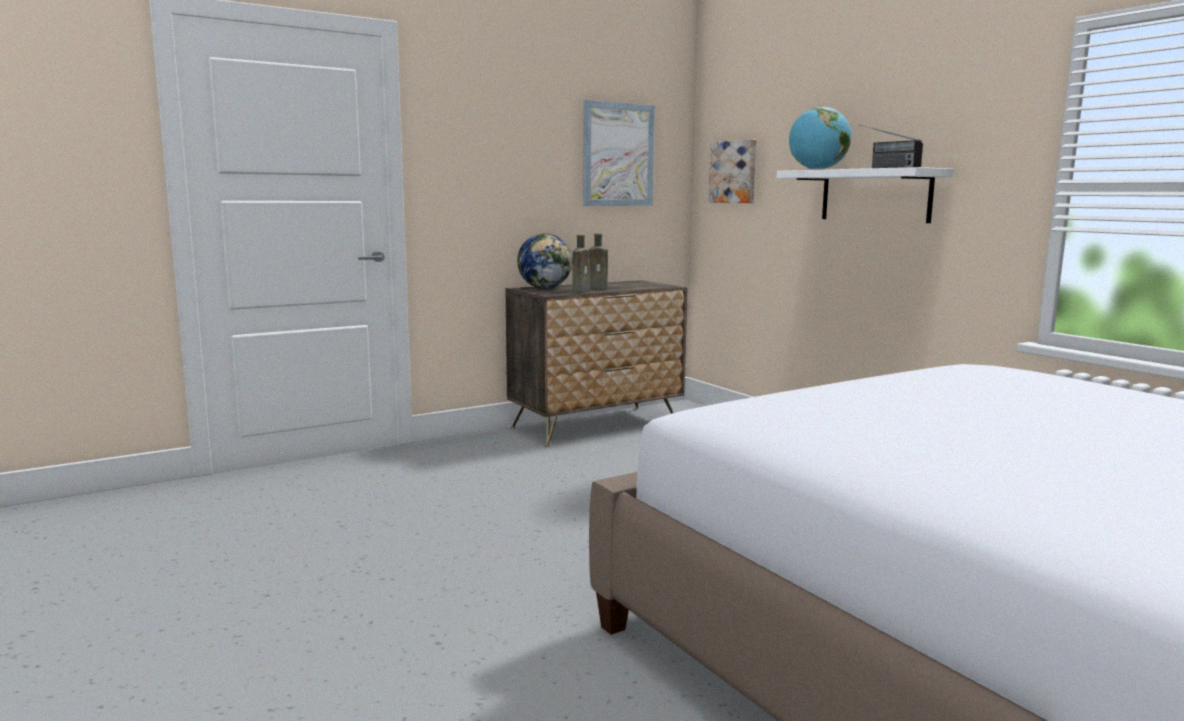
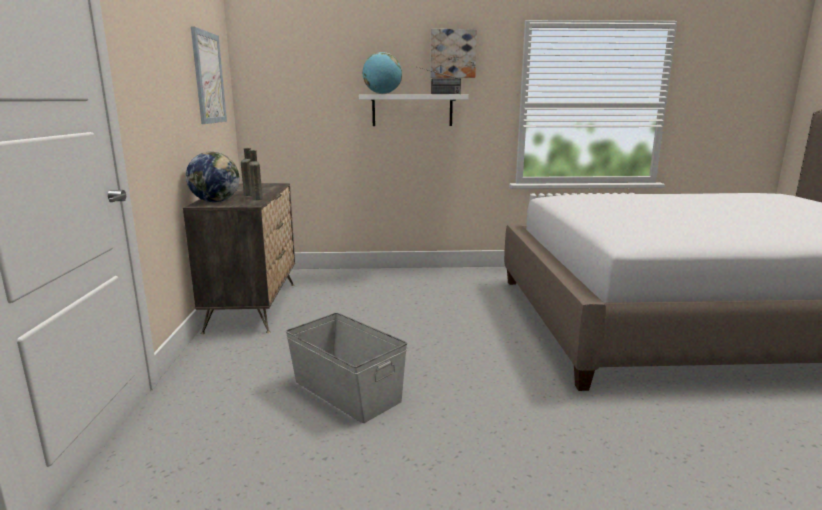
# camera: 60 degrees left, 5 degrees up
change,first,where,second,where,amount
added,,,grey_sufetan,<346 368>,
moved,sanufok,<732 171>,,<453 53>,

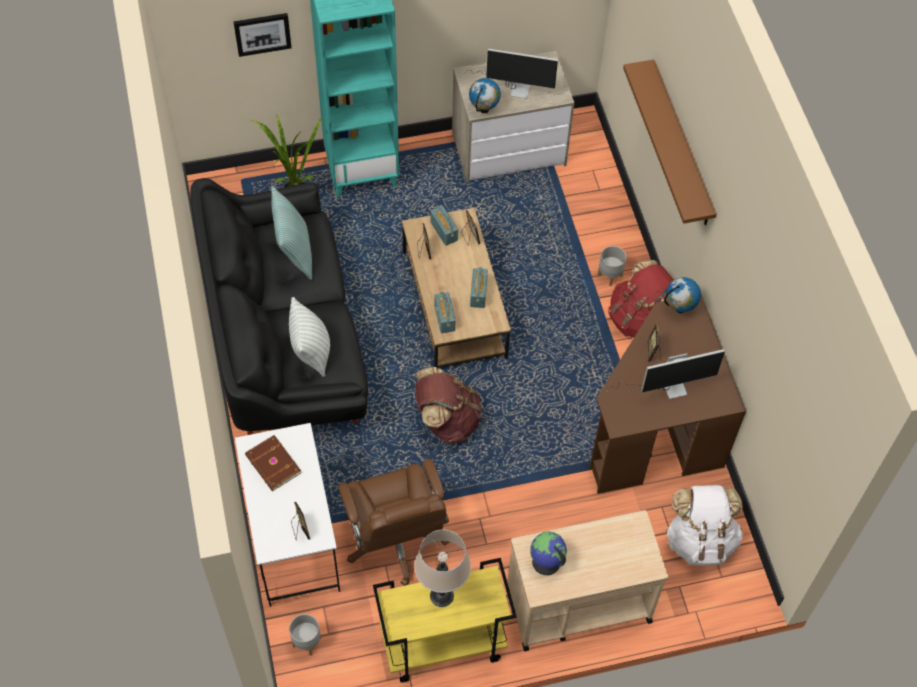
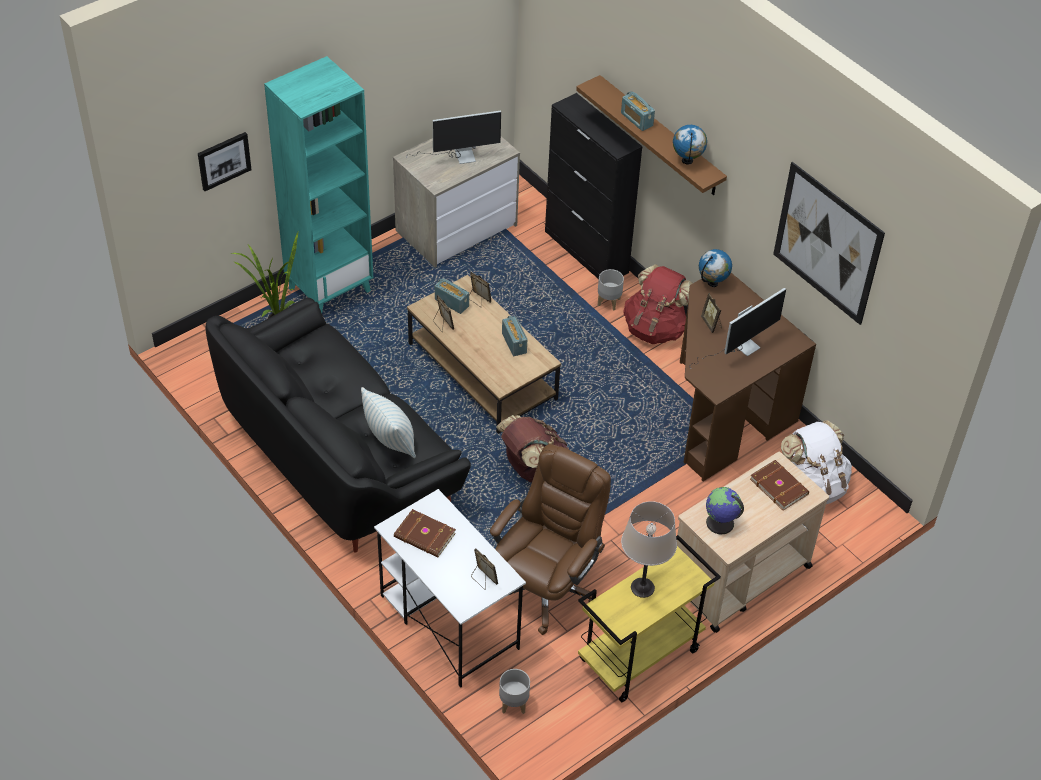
# camera: 25 degrees left, 10 degrees down
change,first,where,second,where,amount
removed,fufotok,<291 233>,,,
added,,,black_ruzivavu,<593 186>,
added,,,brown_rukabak,<779 485>,
added,,,sanufok,<829 243>,
moved,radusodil,<445 312>,,<638 111>,
moved,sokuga,<485 95>,,<690 144>,
turned,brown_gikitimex,<394 522>,,<550 539>,105 degrees counterclockwise

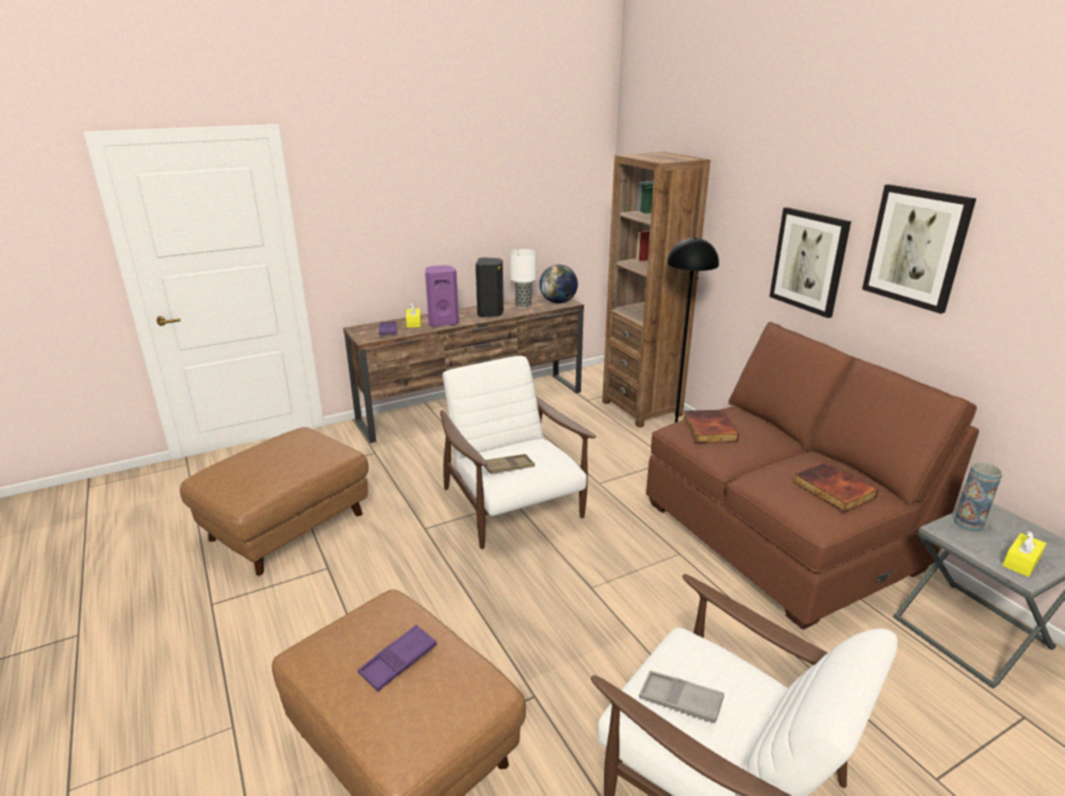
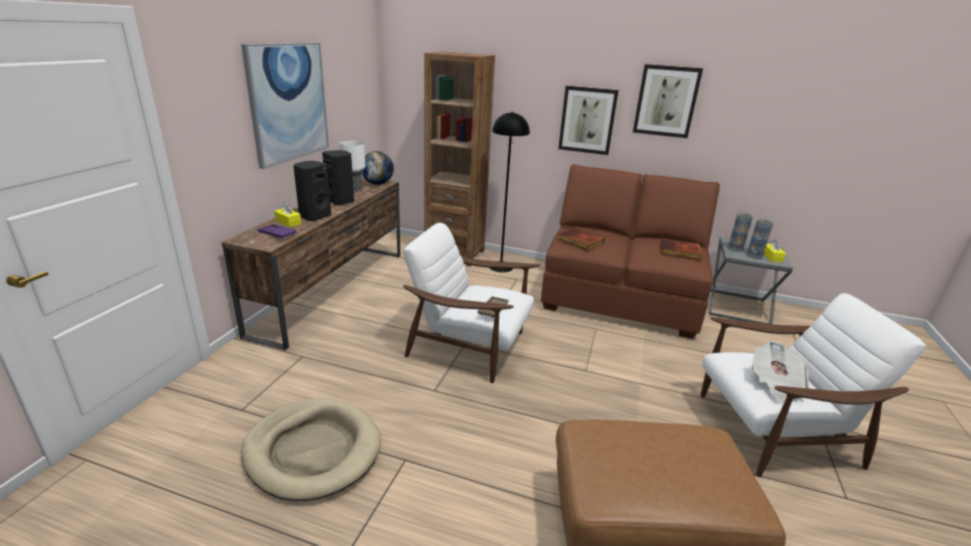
# camera: 45 degrees left, 0 degrees up
change,first,where,second,where,amount
removed,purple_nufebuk,<397 658>,,,
added,,,sanufok,<285 106>,
added,,,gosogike,<760 239>,
replaced,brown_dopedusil,<274 501>,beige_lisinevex,<311 449>,
replaced,grey_nufebuk,<681 696>,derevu,<780 371>,
recoloured,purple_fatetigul,<442 296>,black_fatetigul,<312 191>,

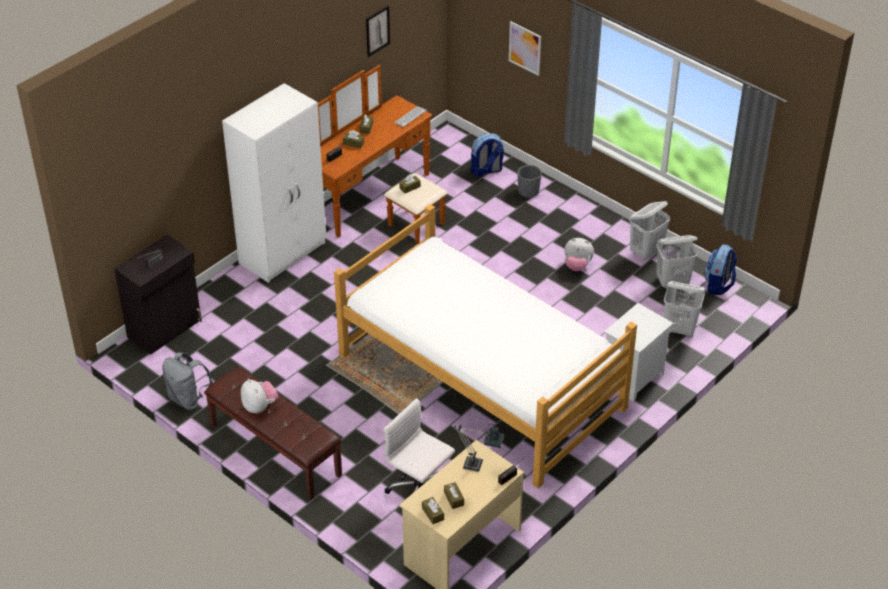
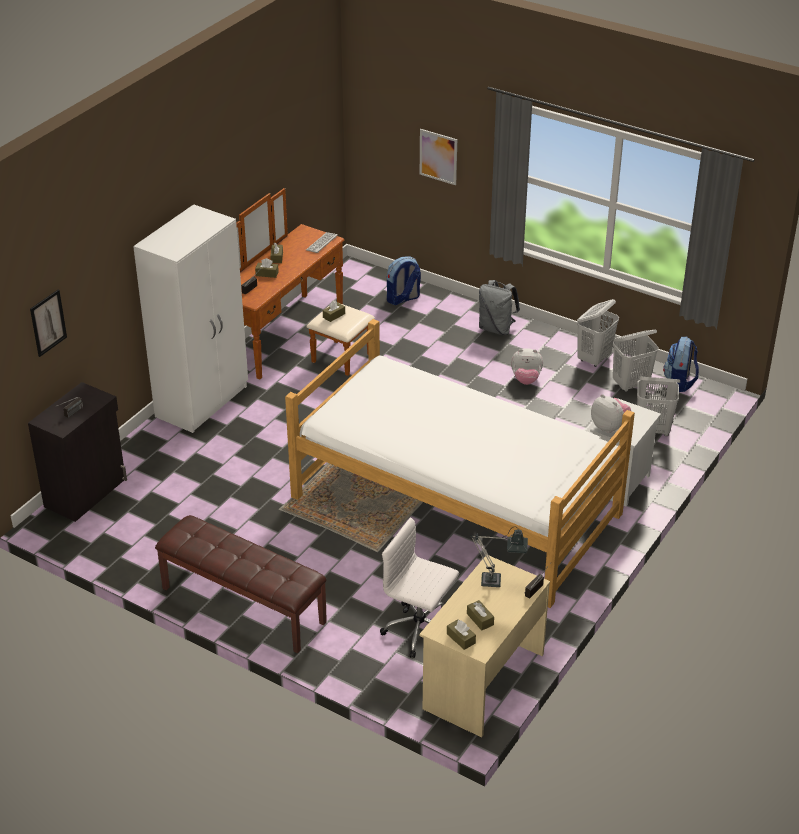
# camera: 10 degrees left, 5 degrees down
change,first,where,second,where,amount
removed,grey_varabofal,<530 181>,,,
moved,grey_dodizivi,<187 381>,,<499 307>,
moved,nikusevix,<259 396>,,<611 413>,
moved,sanufok,<378 31>,,<48 323>,

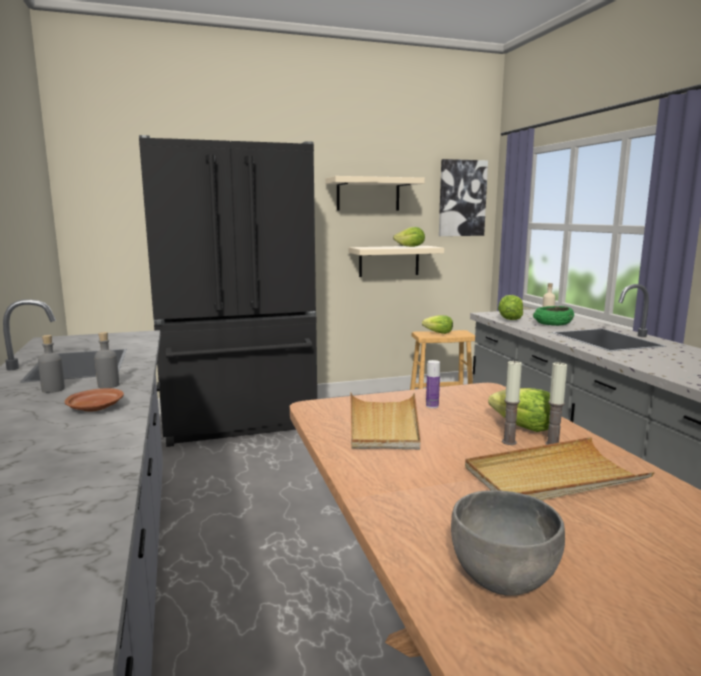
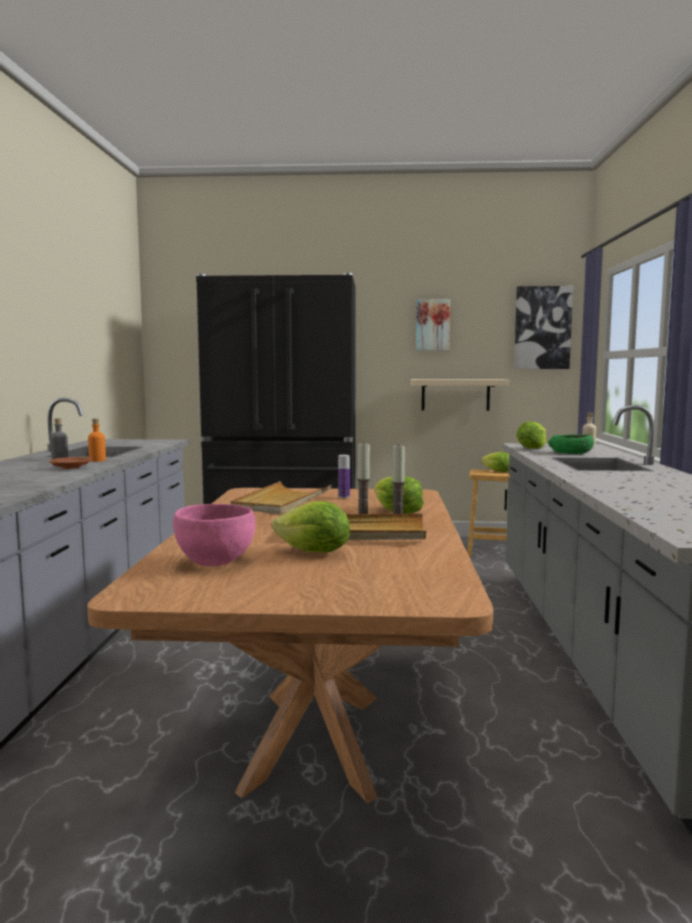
# camera: 20 degrees right, 5 degrees down
change,first,where,second,where,amount
moved,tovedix,<409 237>,,<311 527>,
replaced,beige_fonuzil,<375 193>,sanufok,<433 325>,
recoloured,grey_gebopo,<106 360>,orange_gebopo,<97 440>,
recoloured,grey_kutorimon,<508 543>,pink_kutorimon,<214 535>,

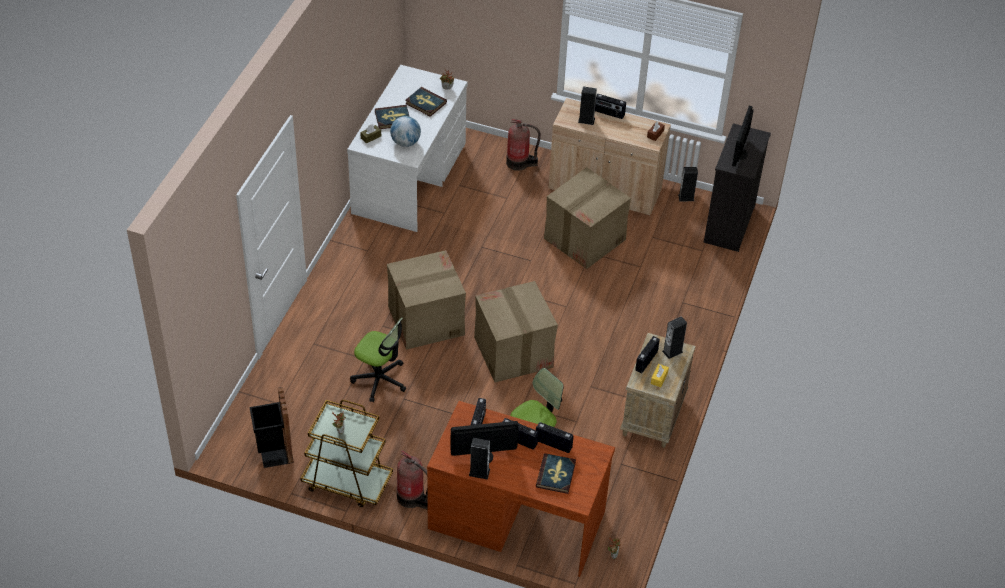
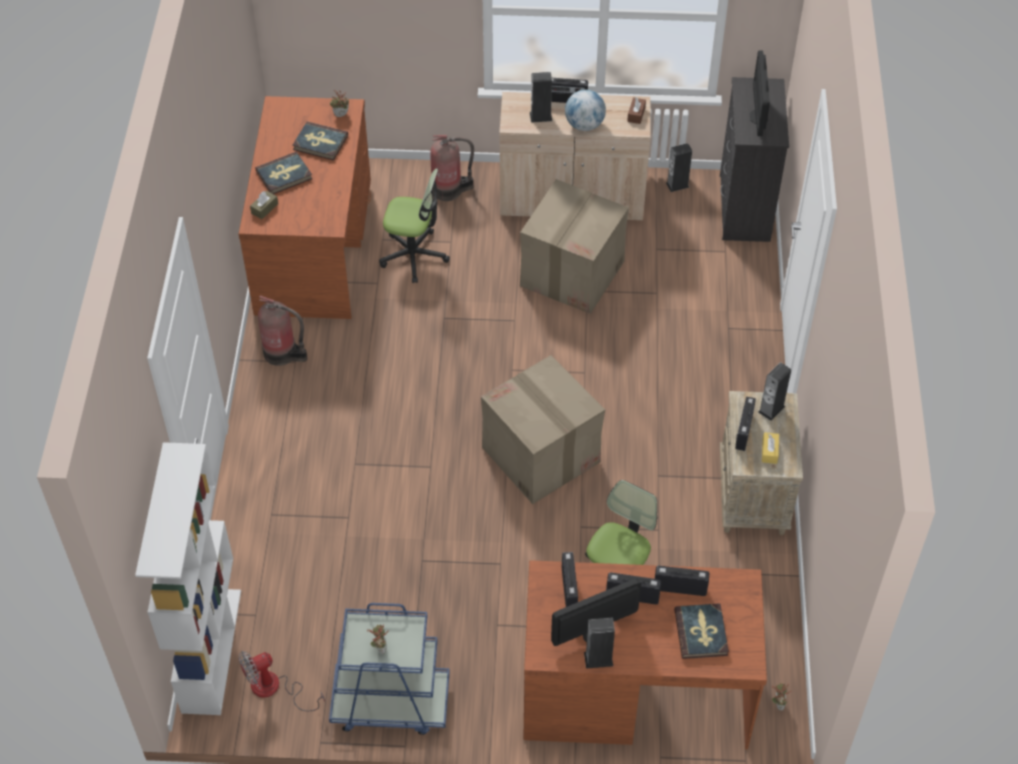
# camera: 15 degrees left, 5 degrees up
change,first,where,second,where,amount
removed,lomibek,<426 300>,,,
added,,,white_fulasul,<188 578>,
moved,gikitimex,<378 360>,,<414 226>,
moved,sokuga,<405 131>,,<585 110>,
moved,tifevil,<412 480>,,<282 330>,
replaced,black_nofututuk,<272 427>,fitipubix,<282 681>,
recoloured,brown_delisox,<346 453>,blue_delisox,<389 669>,
recoloured,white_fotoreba,<407 148>,brown_fotoreba,<305 207>,

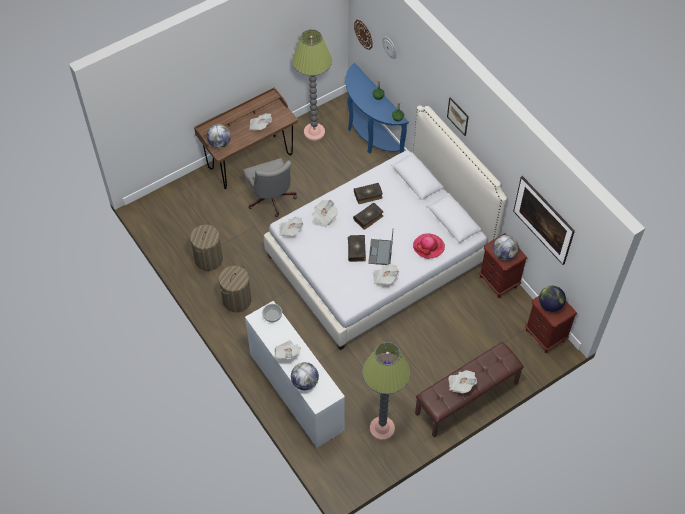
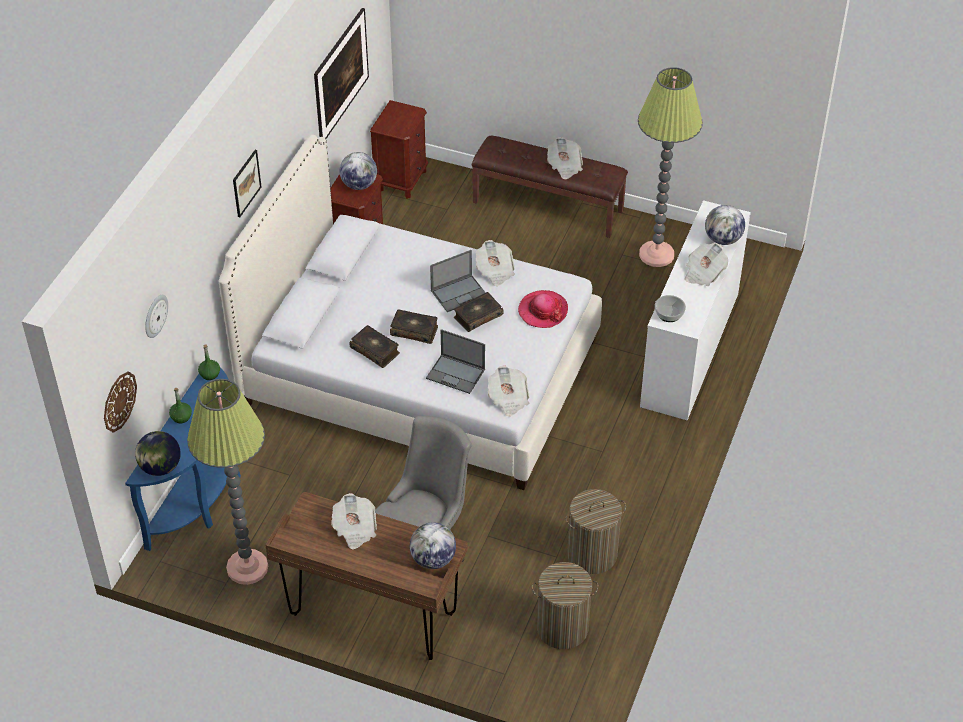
# camera: 125 degrees left, 10 degrees down
change,first,where,second,where,amount
moved,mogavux,<235 288>,,<565 605>,
moved,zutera,<429 246>,,<543 309>,
moved,sokuga,<552 299>,,<158 453>,
replaced,derevu,<325 213>,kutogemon,<455 361>,

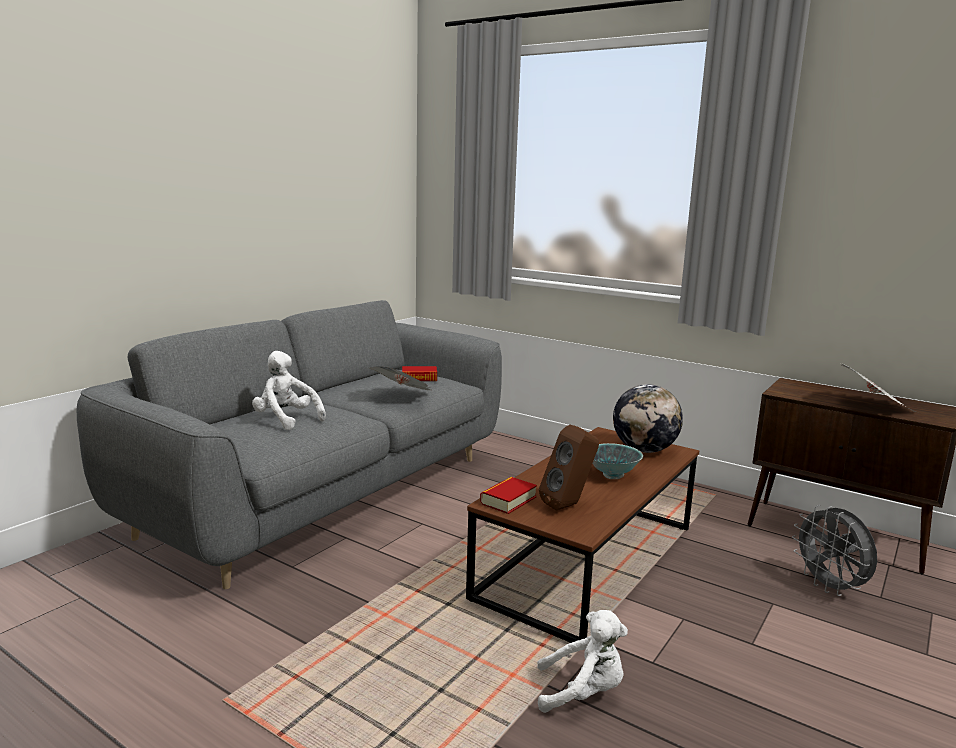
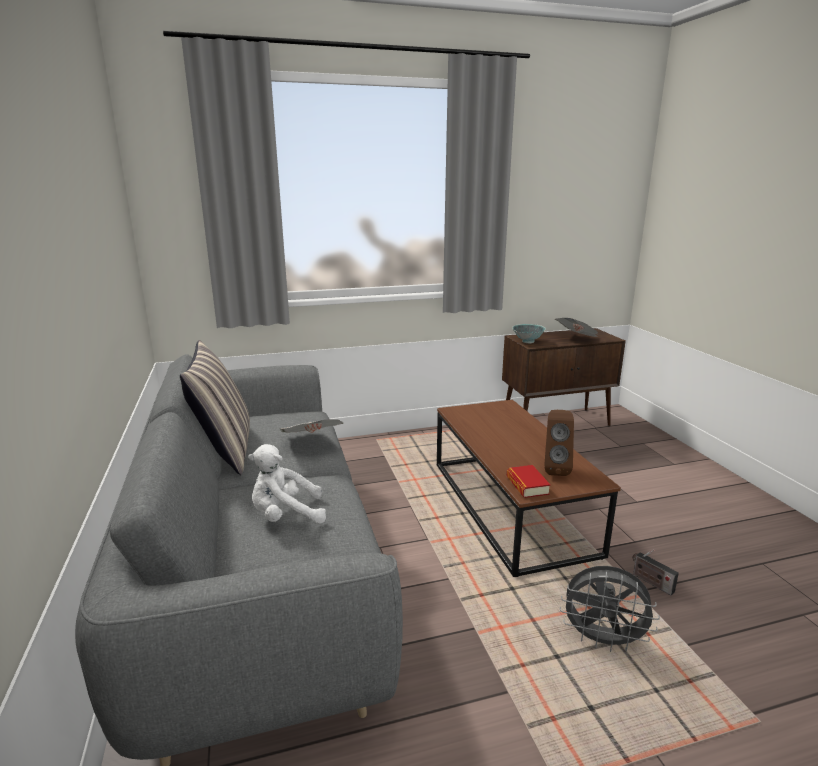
# camera: 50 degrees left, 5 degrees up
change,first,where,second,where,amount
removed,rukabak,<419 373>,,,
removed,sokuga,<648 418>,,,
added,,,fufotok,<215 407>,
moved,kutorimon,<617 461>,,<529 333>,
moved,grey_fitipubix,<834 550>,,<610 609>,
replaced,white_nikusevix,<582 661>,radusodil,<656 572>,

